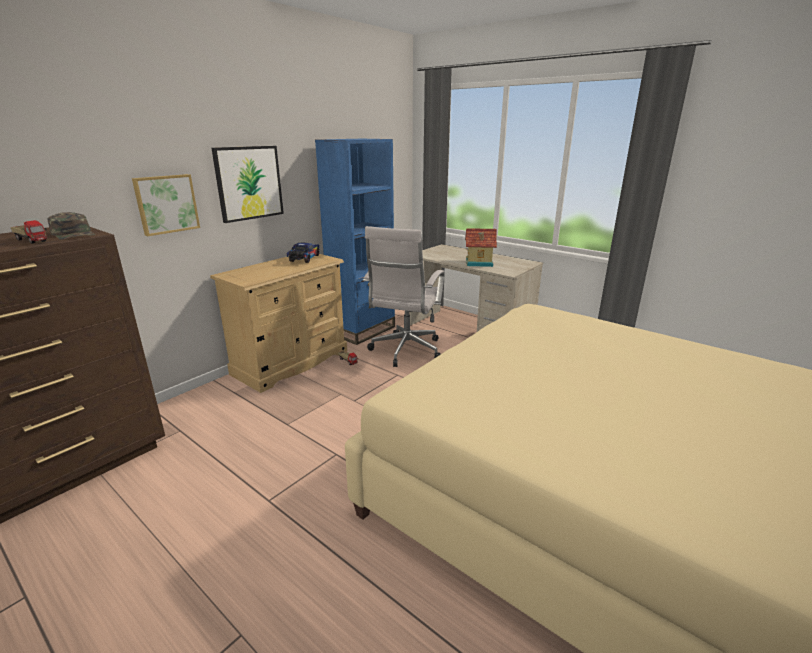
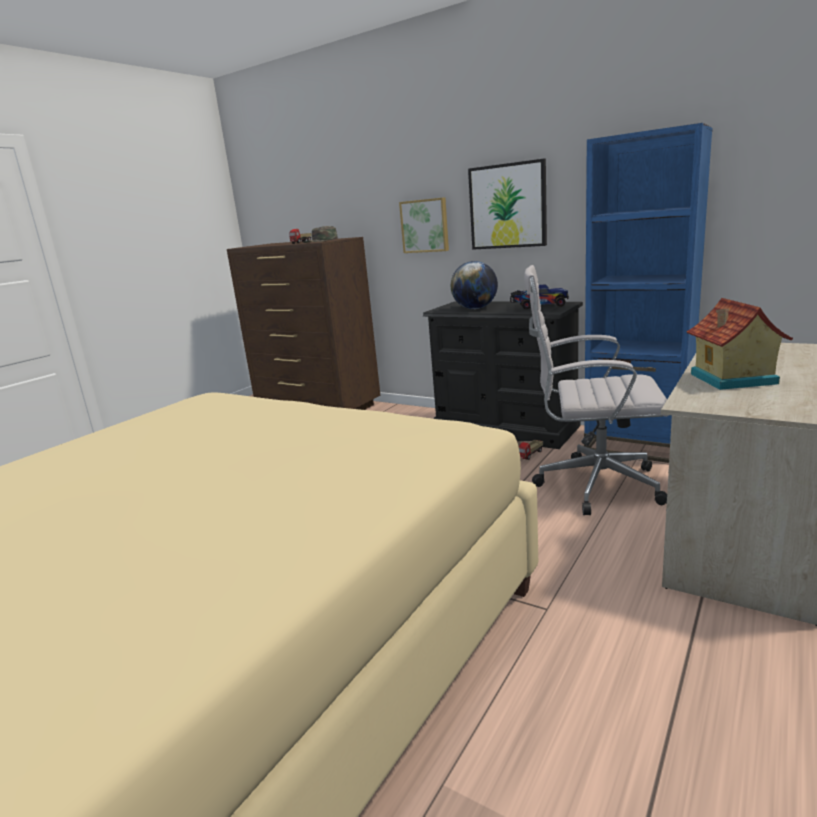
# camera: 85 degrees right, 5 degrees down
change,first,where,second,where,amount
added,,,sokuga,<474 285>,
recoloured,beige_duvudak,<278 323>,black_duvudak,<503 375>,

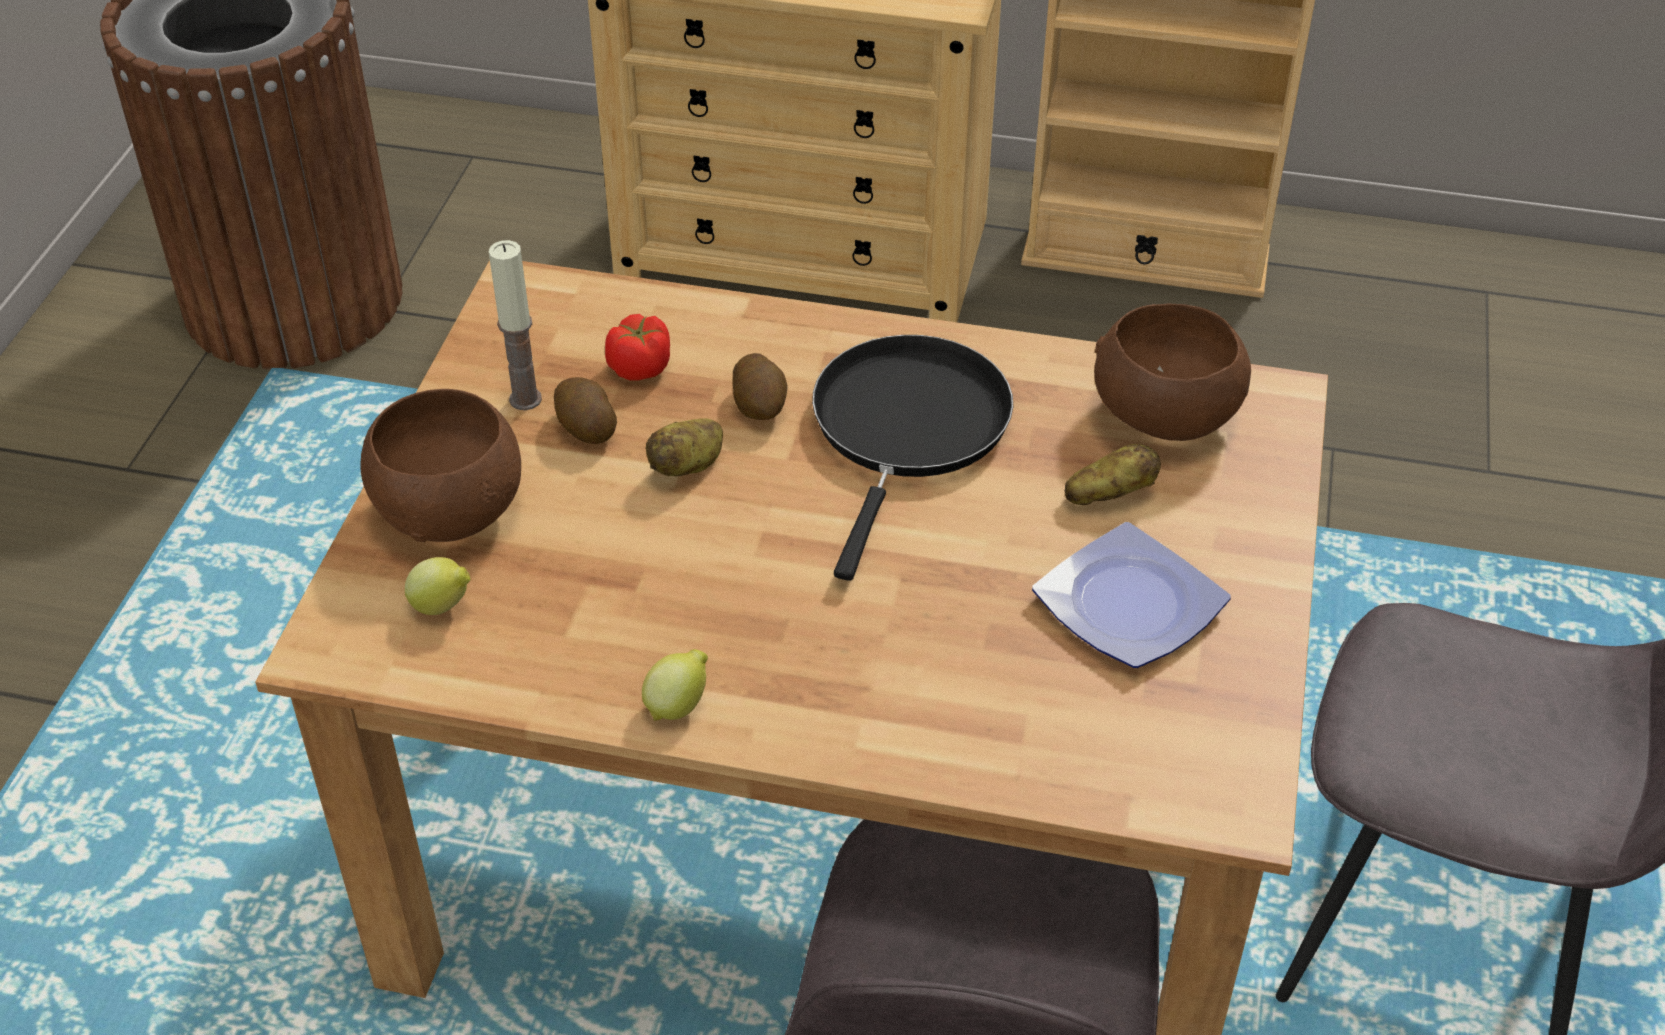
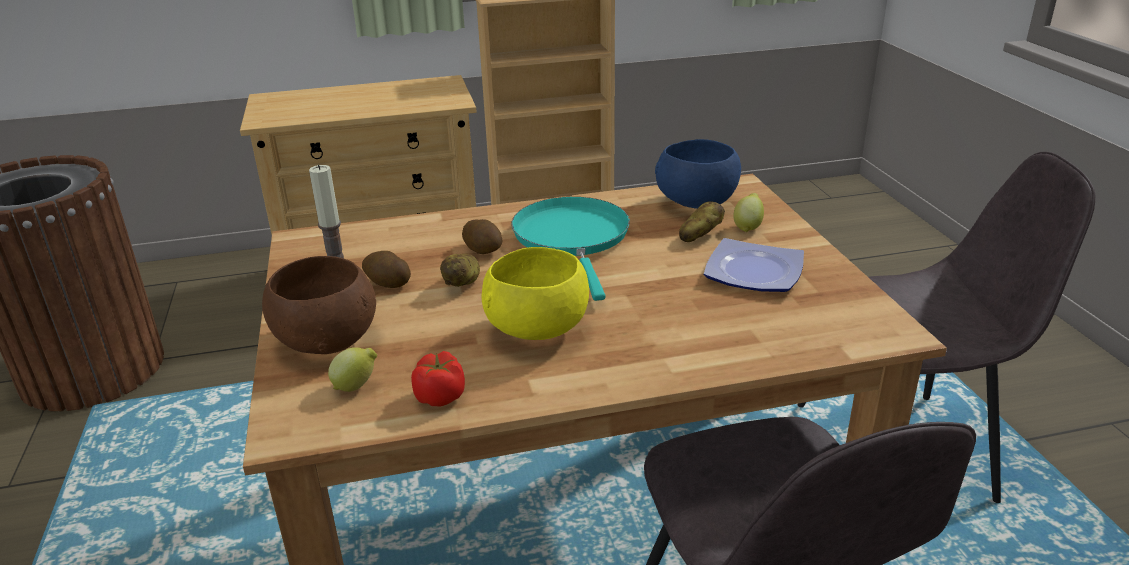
# camera: 25 degrees left, 15 degrees down
change,first,where,second,where,amount
added,,,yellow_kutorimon,<535 293>,
moved,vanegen,<637 347>,,<438 379>,
moved,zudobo,<675 685>,,<748 212>,
recoloured,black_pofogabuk,<912 458>,turquoise_pofogabuk,<570 249>,
recoloured,brown_kutorimon,<1172 372>,blue_kutorimon,<698 174>,

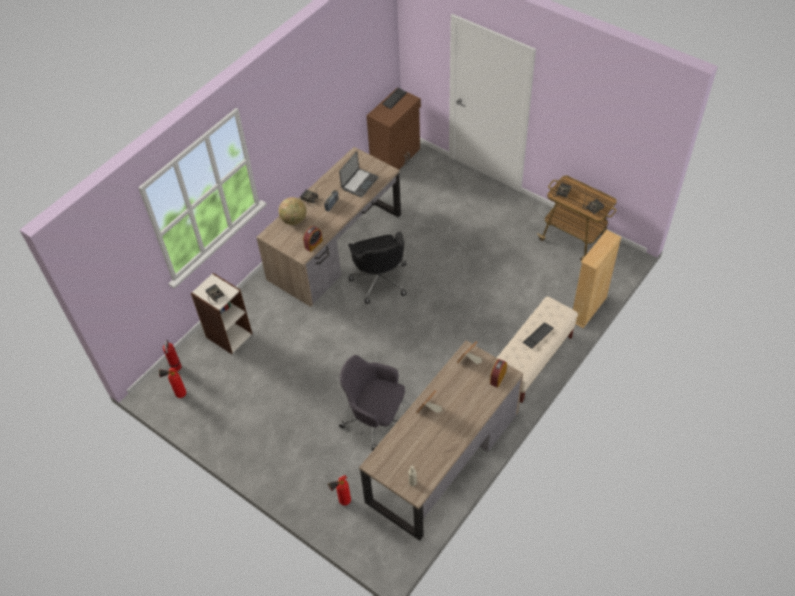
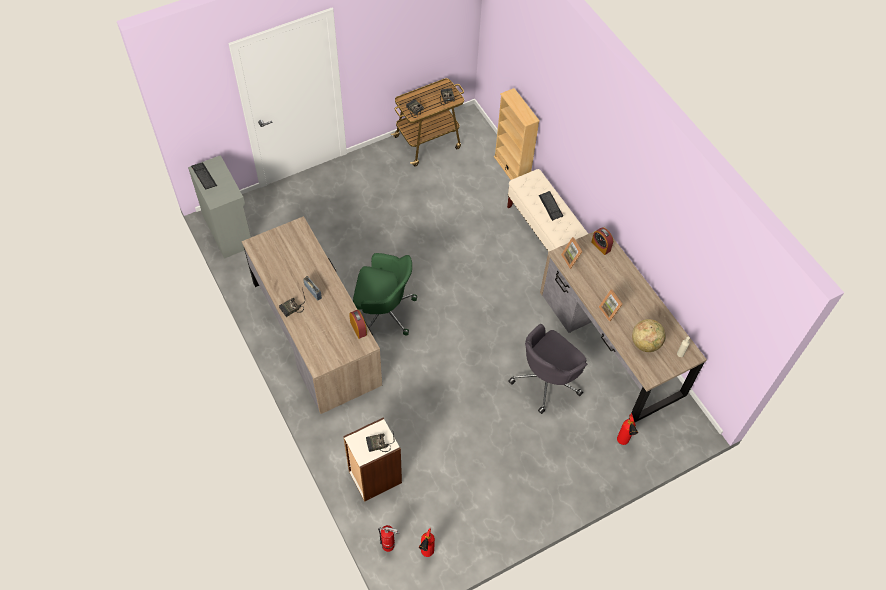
# camera: 70 degrees left, 5 degrees up
change,first,where,second,where,amount
removed,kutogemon,<359 174>,,,
moved,sokuga,<293 211>,,<649 335>,
recoloured,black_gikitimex,<377 267>,green_gikitimex,<385 294>,
recoloured,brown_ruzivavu,<393 129>,grey_ruzivavu,<219 207>,

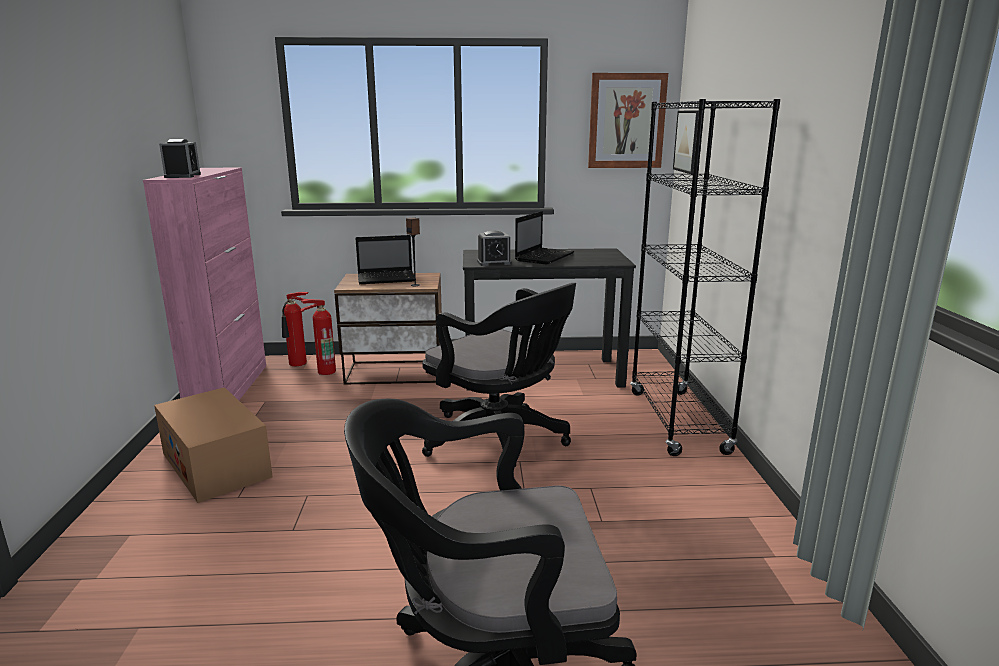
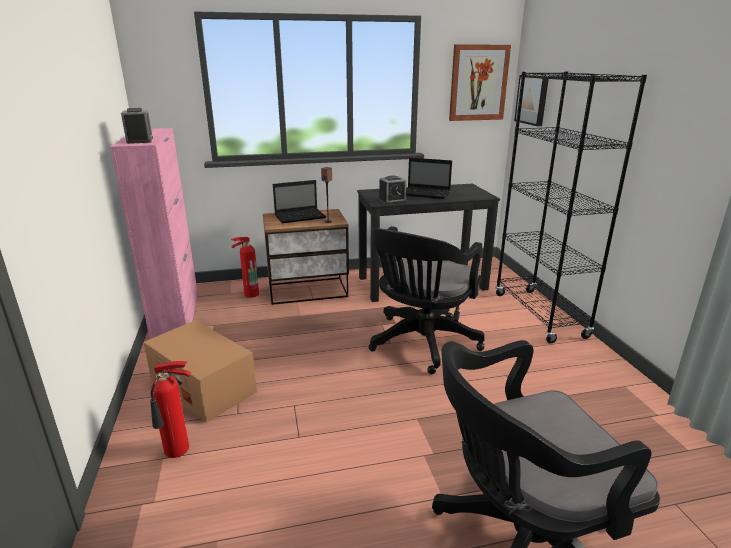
# camera: 10 degrees left, 5 degrees up
change,first,where,second,where,amount
moved,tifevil,<295 329>,,<170 409>,
turned,black_gikitimex,<499 375>,,<427 300>,90 degrees clockwise
turned,kutogemon,<544 238>,,<429 178>,90 degrees clockwise

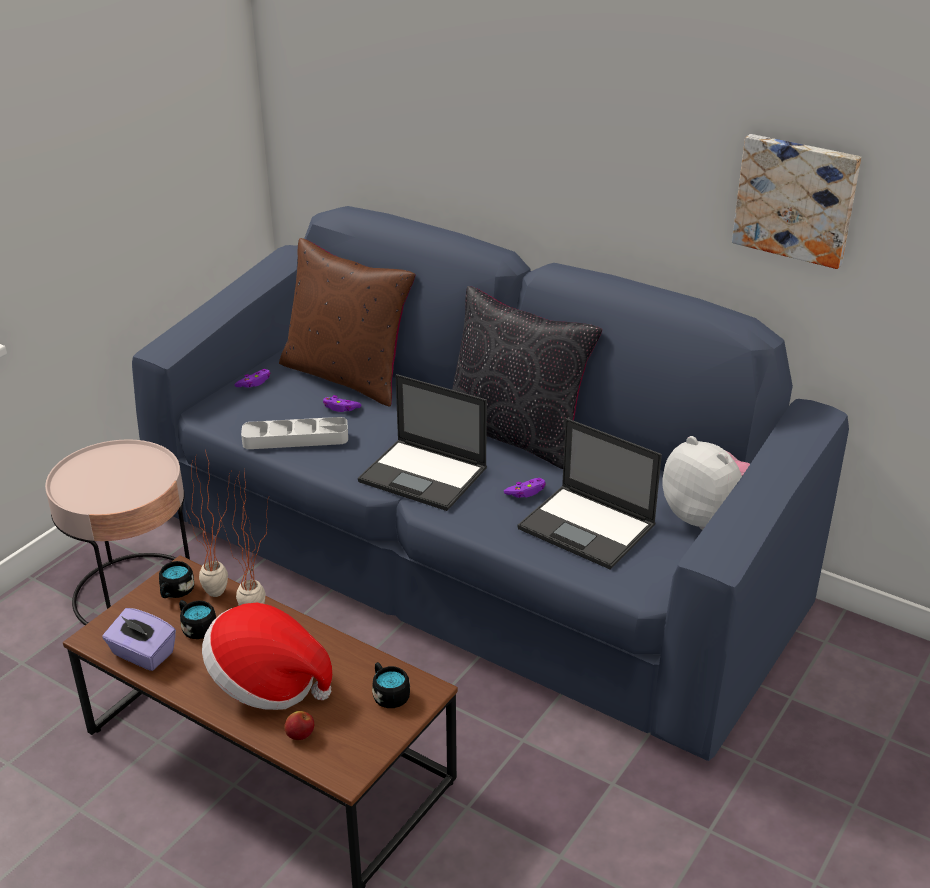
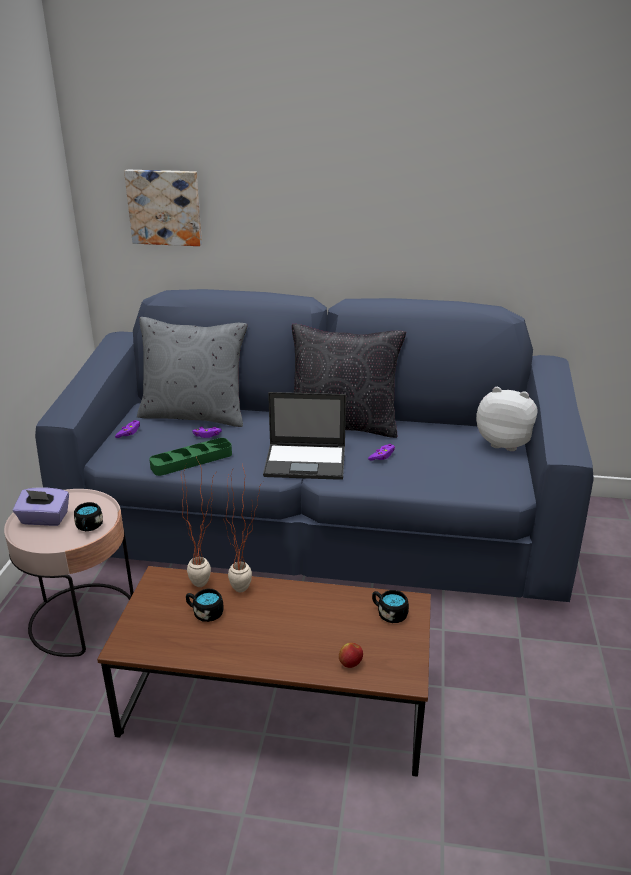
# camera: 25 degrees left, 5 degrees down
change,first,where,second,where,amount
removed,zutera,<267 656>,,,
removed,kutogemon,<589 493>,,,
moved,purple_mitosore,<139 639>,,<41 506>,
moved,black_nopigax,<176 579>,,<88 516>,
moved,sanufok,<796 201>,,<163 208>,
recoloured,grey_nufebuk,<294 433>,green_nufebuk,<190 457>,
recoloured,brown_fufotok,<347 322>,grey_fufotok,<192 372>,

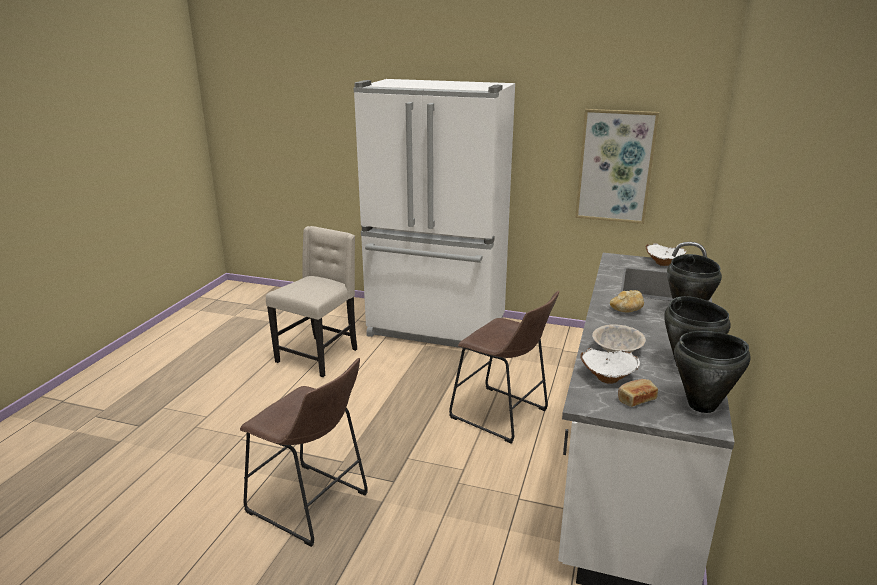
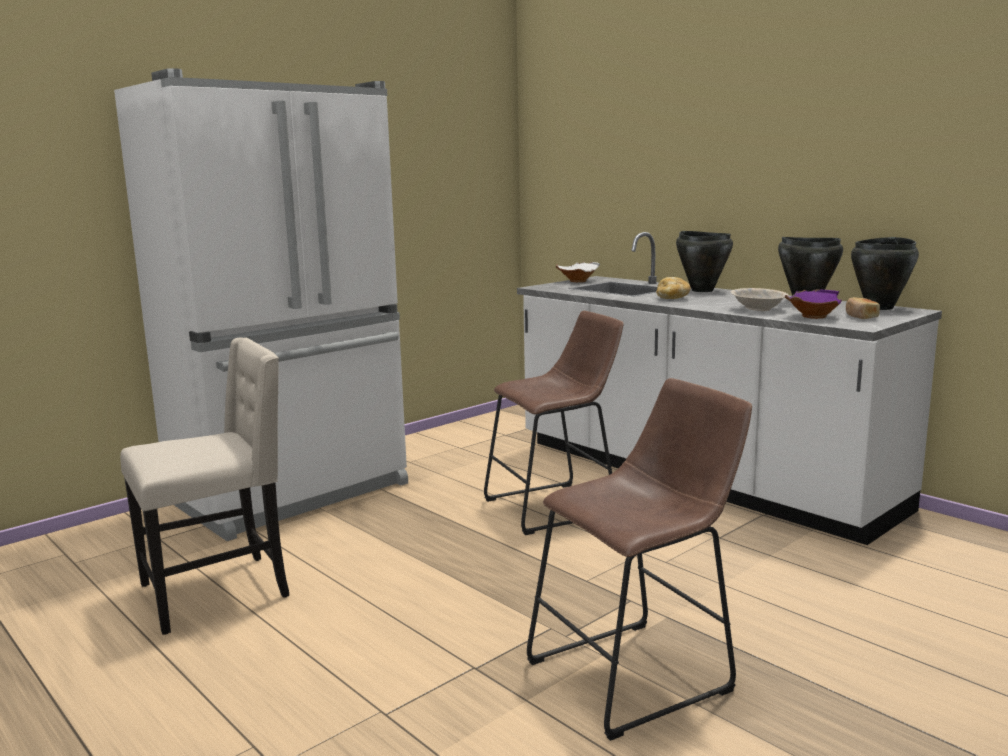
# camera: 60 degrees left, 10 degrees down
change,first,where,second,where,amount
removed,sanufok,<617 166>,,,
recoloured,white_kutorimon,<610 366>,purple_kutorimon,<813 304>,
turned,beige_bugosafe,<311 301>,,<204 486>,90 degrees clockwise

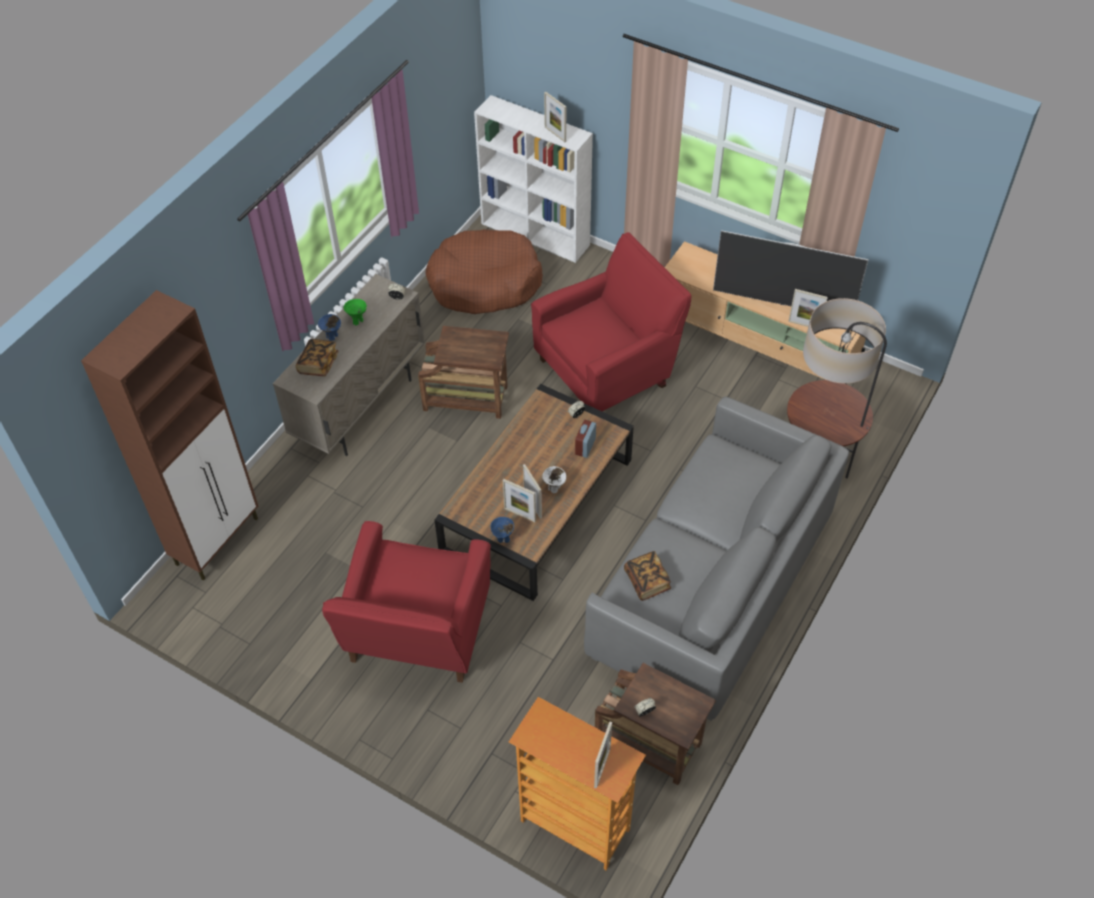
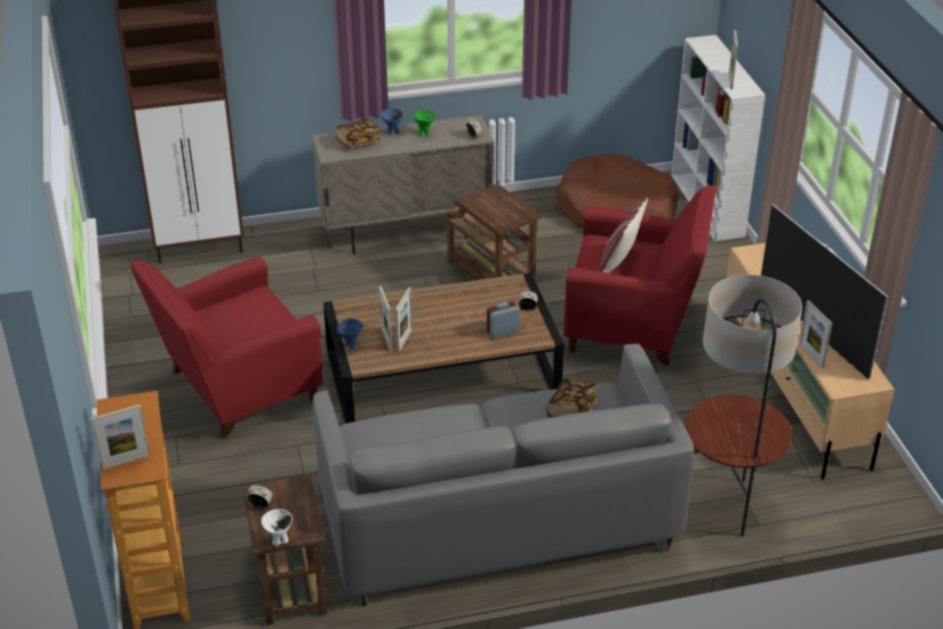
# camera: 45 degrees right, 15 degrees down
change,first,where,second,where,amount
added,,,fufotok,<623 235>,
moved,white_kutorimon,<554 479>,,<277 527>,
moved,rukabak,<647 576>,,<571 398>,

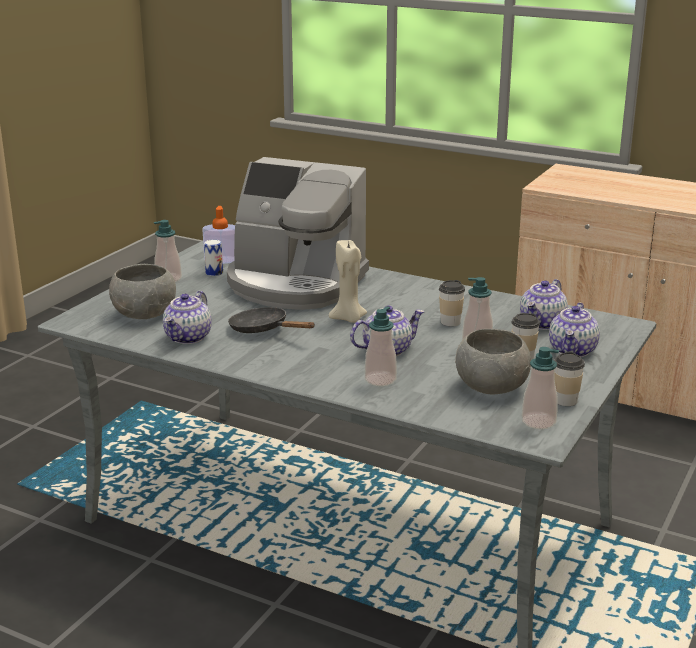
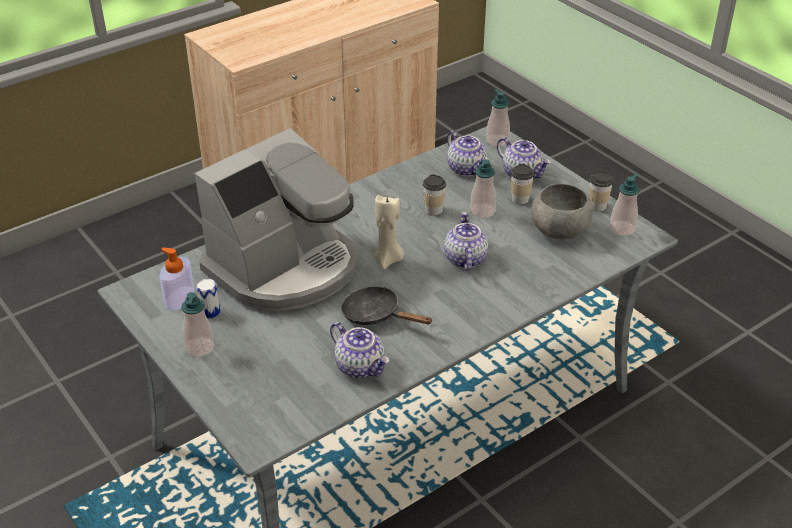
# camera: 65 degrees left, 15 degrees up
change,first,where,second,where,amount
removed,grey_kutorimon,<142 291>,,,
moved,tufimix,<381 346>,,<498 118>,
turned,black_pofogabuk,<271 320>,,<387 305>,60 degrees clockwise

